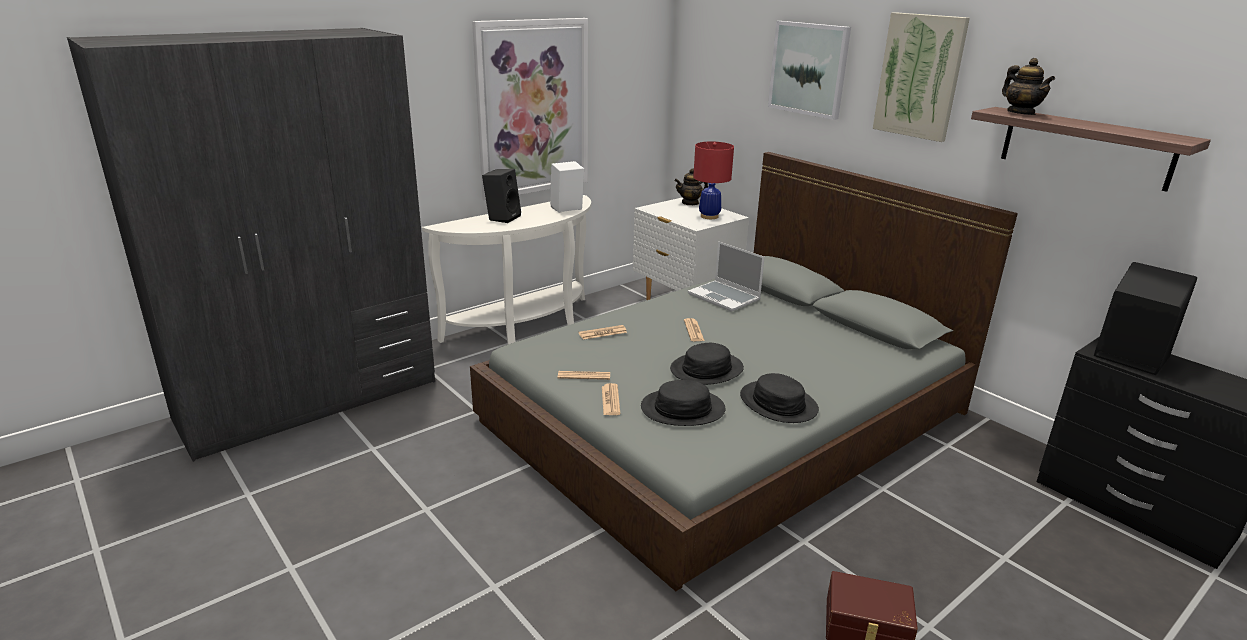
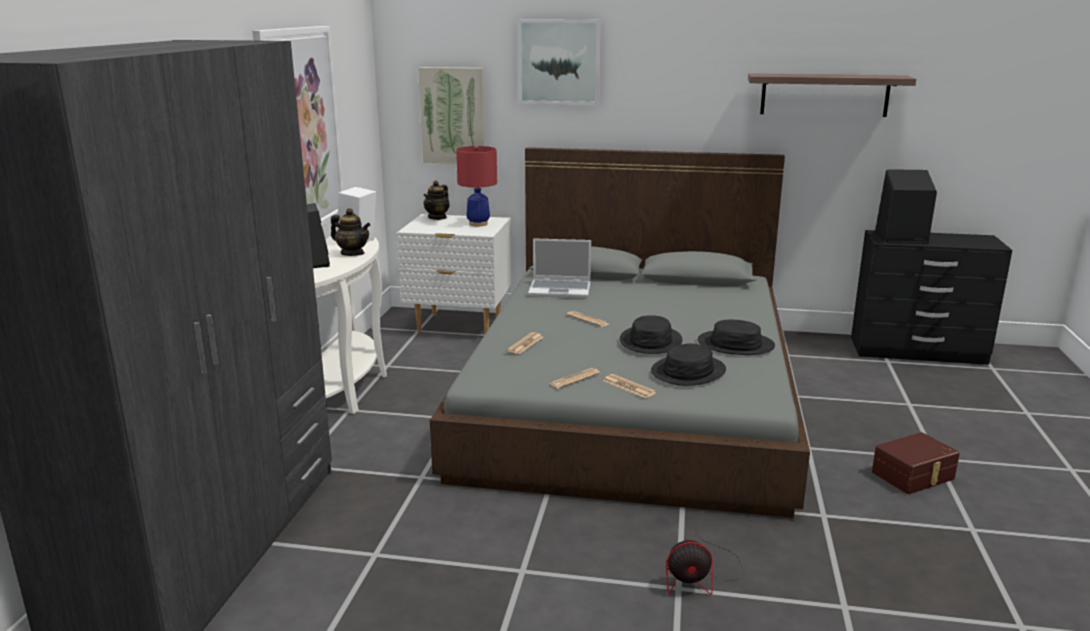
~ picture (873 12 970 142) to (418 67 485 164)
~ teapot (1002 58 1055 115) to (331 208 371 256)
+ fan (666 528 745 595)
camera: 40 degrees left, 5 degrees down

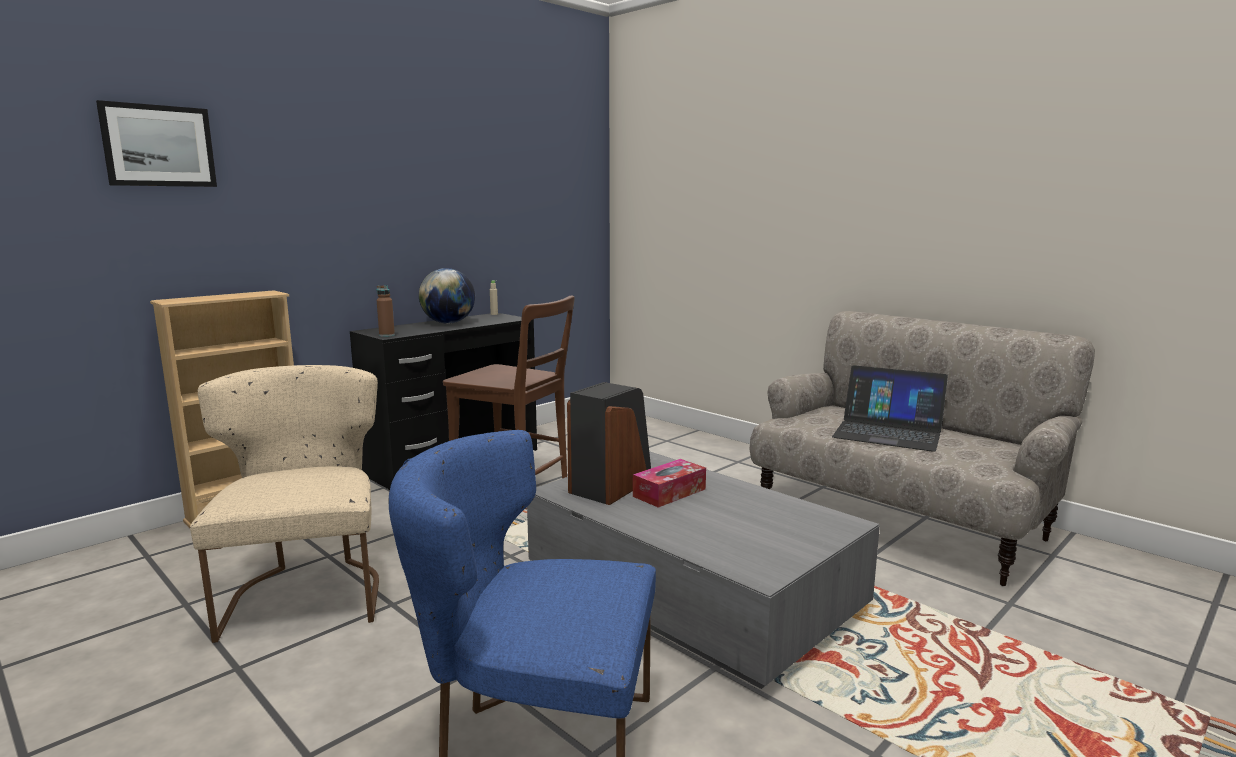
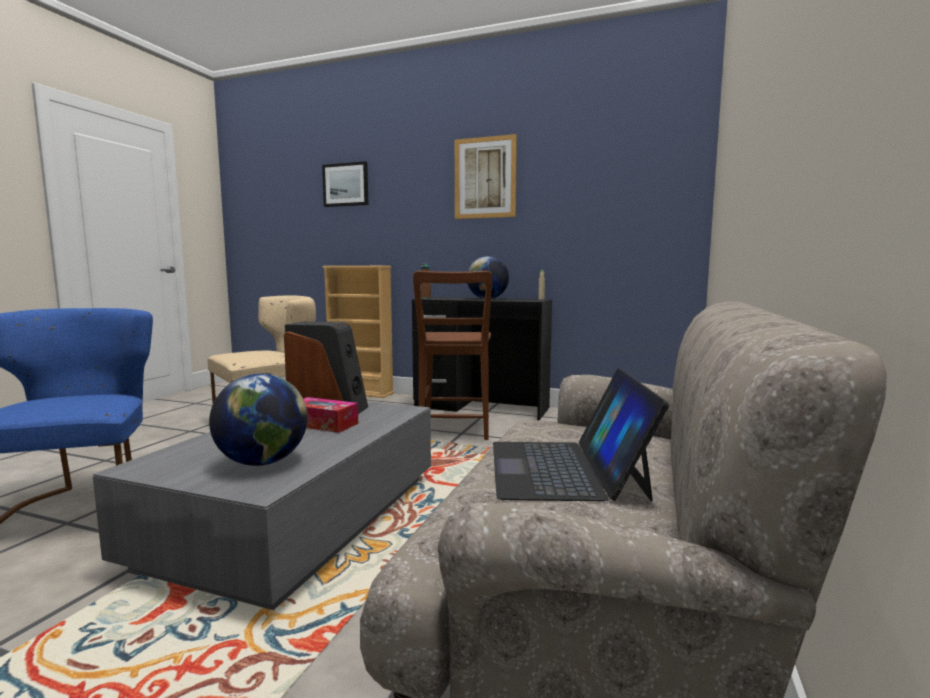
+ globe (209 374 308 466)
+ picture (455 134 517 219)
camera: 65 degrees right, 5 degrees down

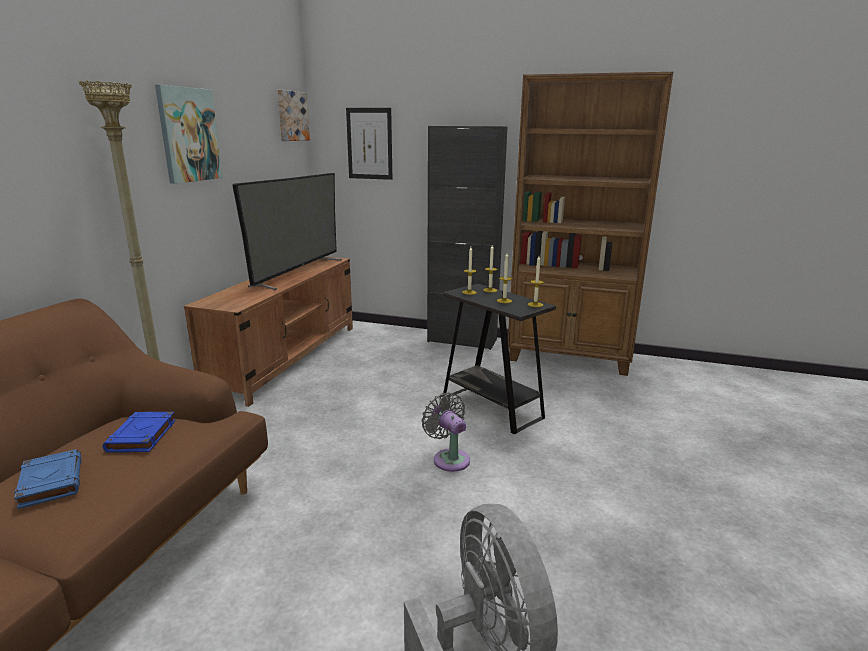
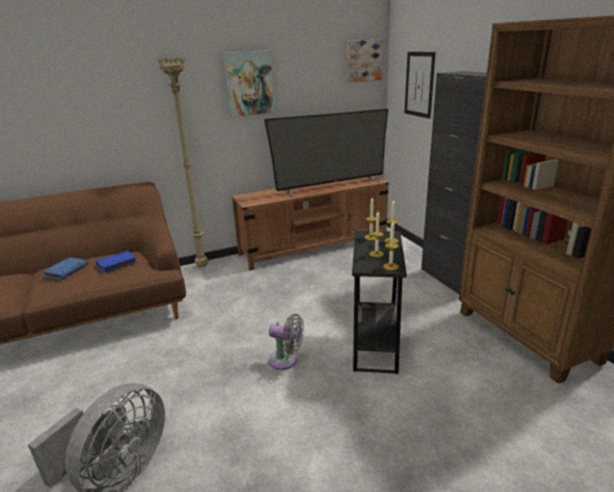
~ fan/grey (422 393 470 472) = (268 314 304 370) 90 degrees clockwise
camera: 50 degrees right, 5 degrees up

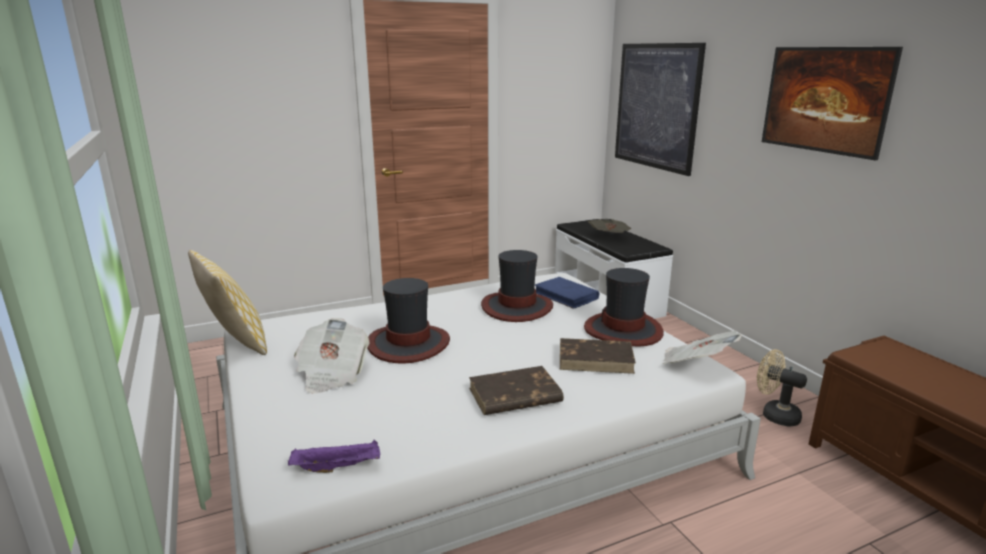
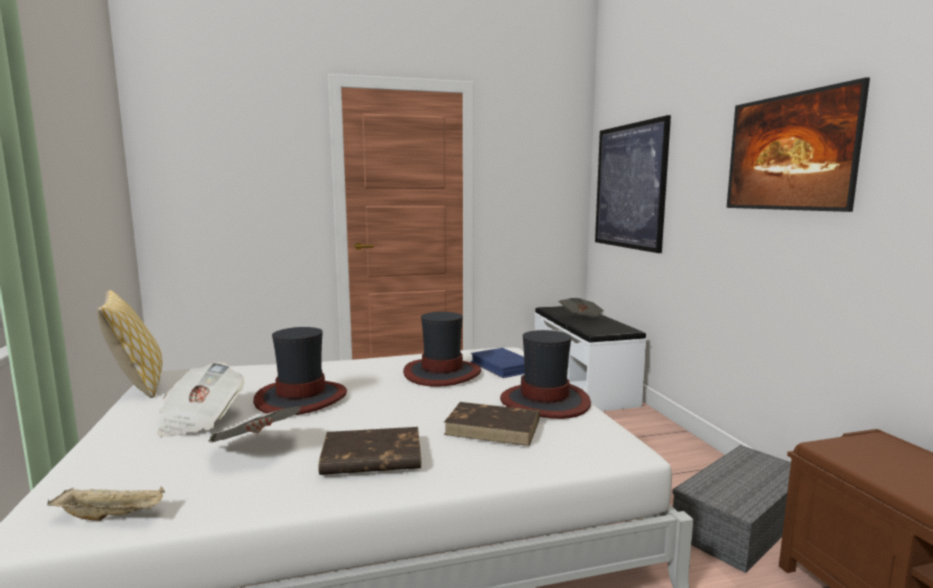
~ tray/purple (288 440 380 473) to tray/beige (47 487 165 521)
~ newspaper (662 331 742 364) to (209 406 300 443)
~ fan/beige (757 349 807 426) to storage box/grey (672 445 791 573)
camera: 10 degrees right, 10 degrees down

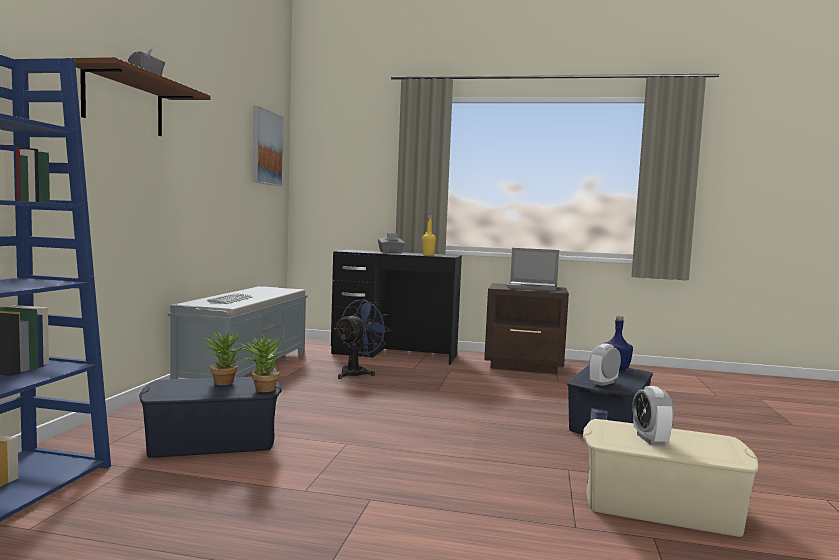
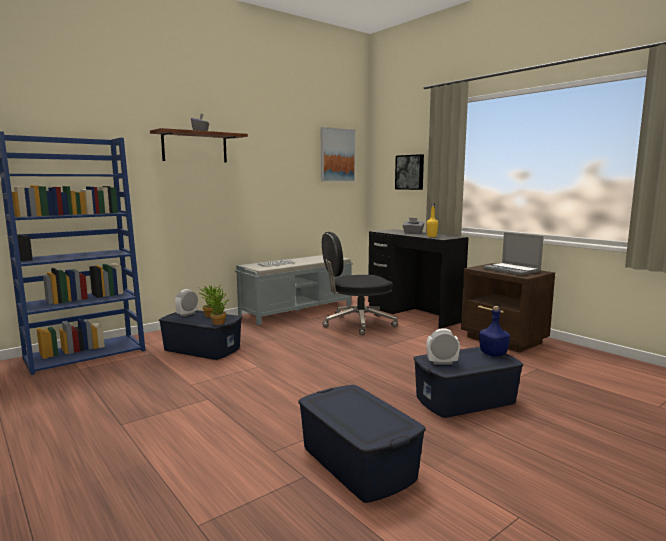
~ fan/blue (334 299 391 379) to office chair/black (322 232 398 335)
~ storage box/beige (583 419 759 537) to storage box/blue (298 385 426 503)
~ alarm clock (632 386 674 445) to (175 289 198 317)
+ picture (395 154 424 190)
camera: 40 degrees right, 5 degrees up

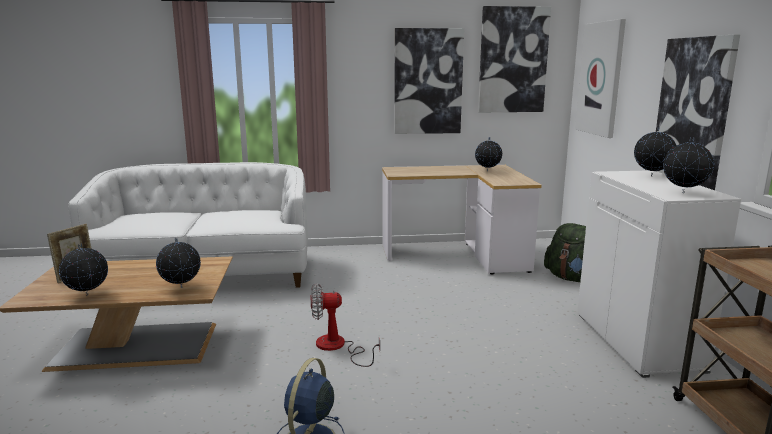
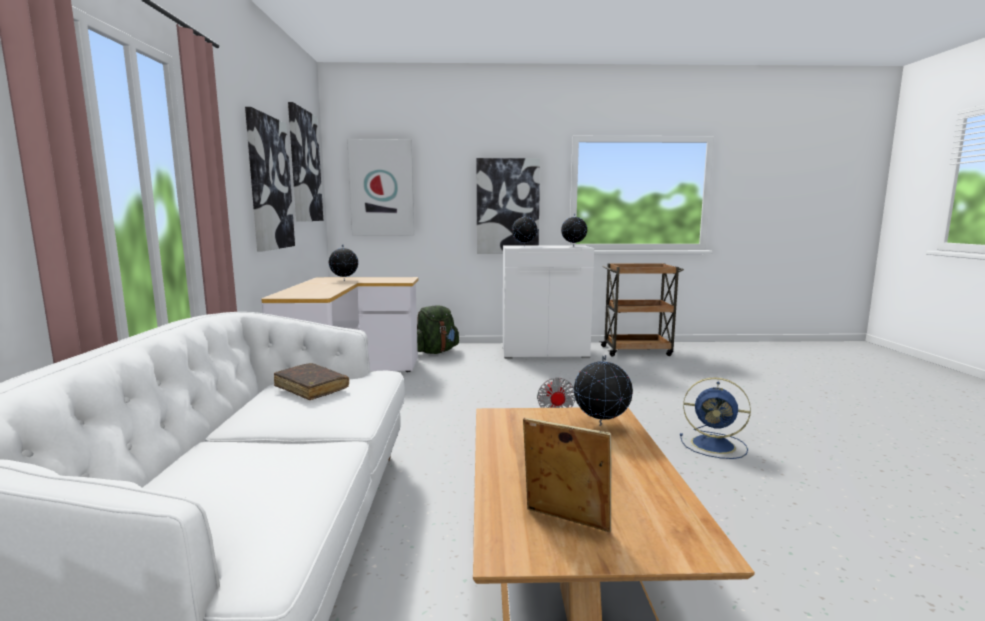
- globe (59 243 108 296)
+ book/brown (274 363 349 400)
camera: 85 degrees left, 5 degrees down

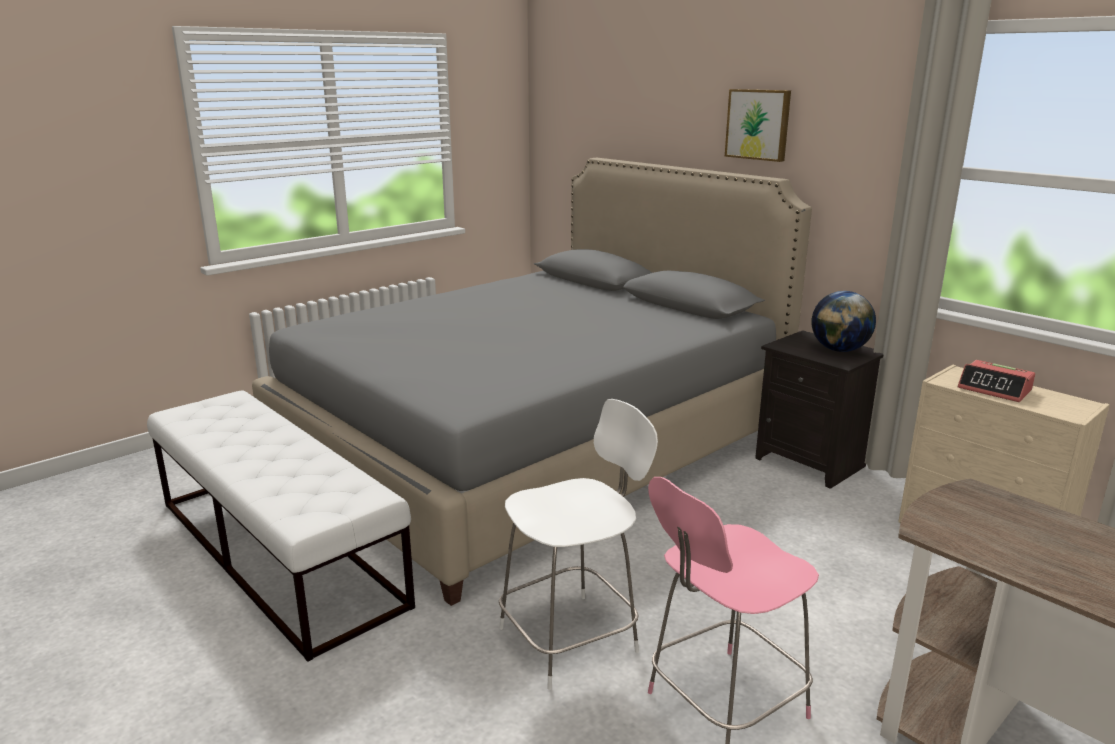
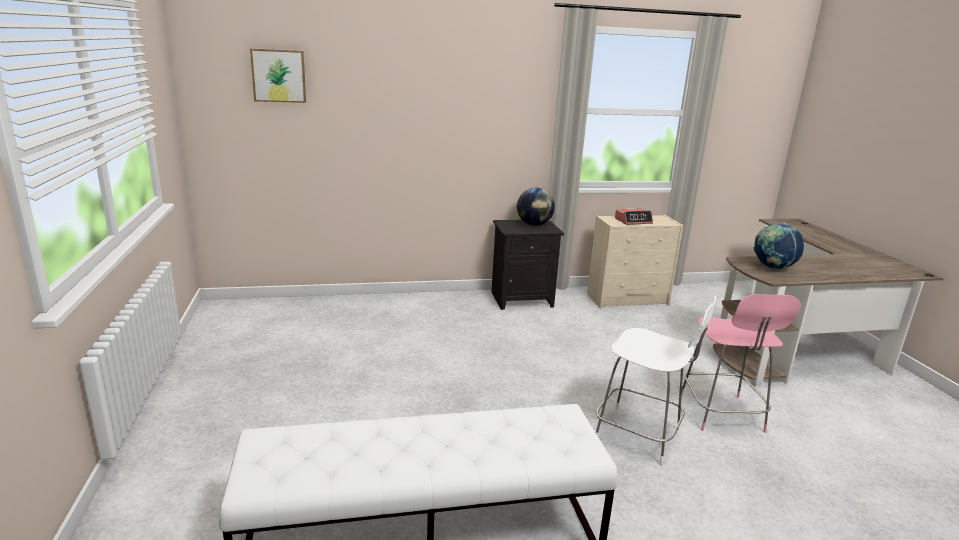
- bed/grey (252 158 812 606)
~ chair/white (499 399 658 690) = (595 296 717 465) 120 degrees clockwise
~ picture (725 89 791 162) to (250 48 306 103)
+ globe (754 223 804 270)
camera: 60 degrees left, 0 degrees up

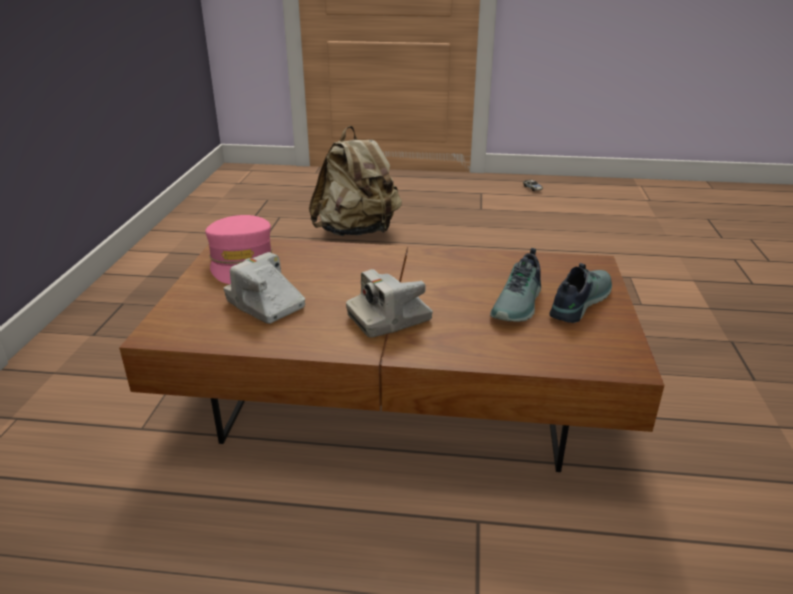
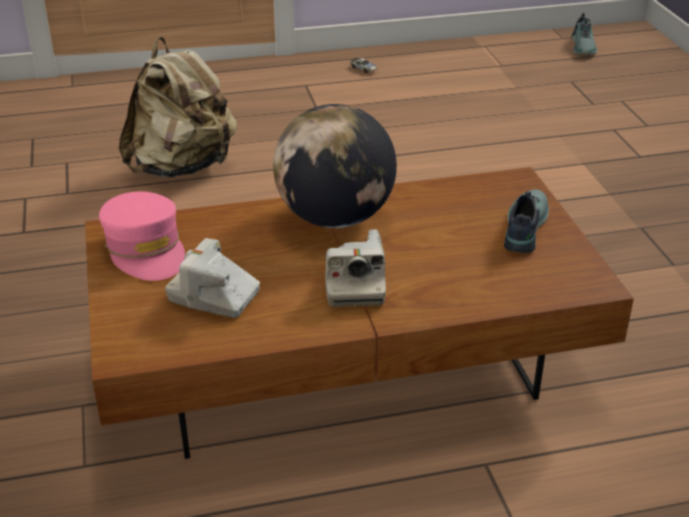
~ photo camera (346 269 433 338) = (325 229 386 307) 45 degrees counterclockwise
~ shoe (490 248 541 322) to (572 13 597 55)
+ globe (273 104 397 228)
camera: 20 degrees left, 5 degrees up

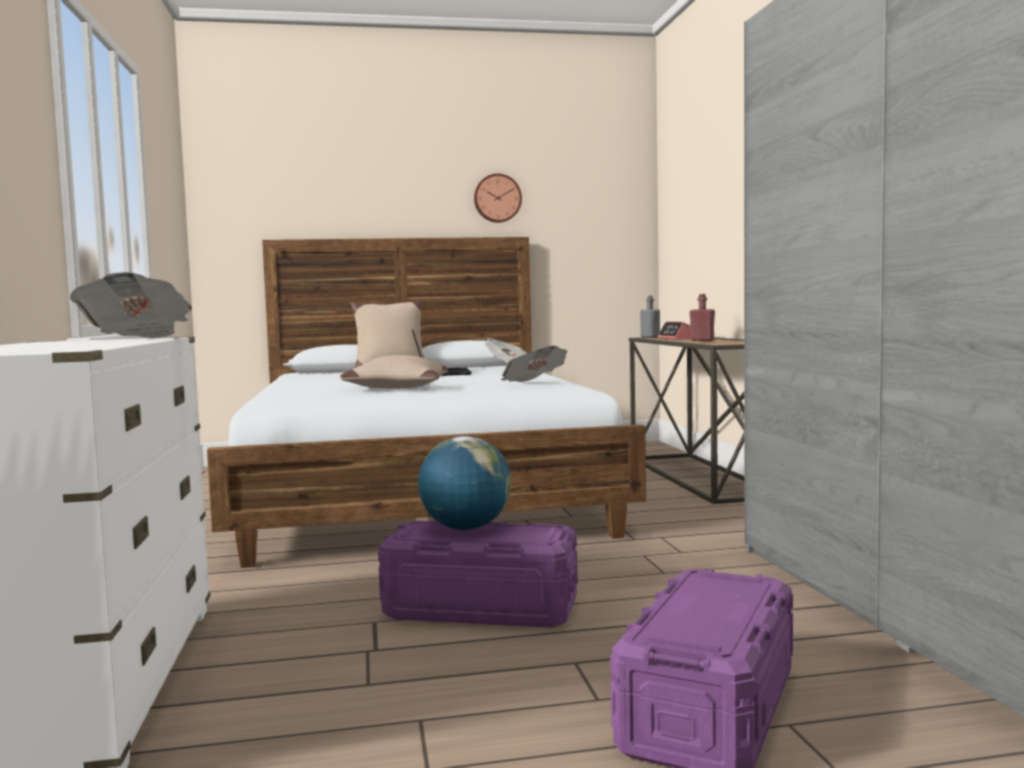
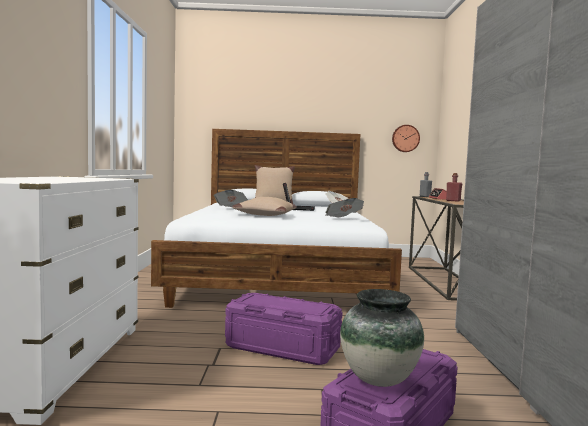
~ newspaper (70 272 192 338) to (214 190 248 207)
- globe (418 436 511 530)
~ wall clock (474 173 522 223) to (392 125 420 152)
+ vase (340 289 424 387)
camera: 10 degrees right, 0 degrees up

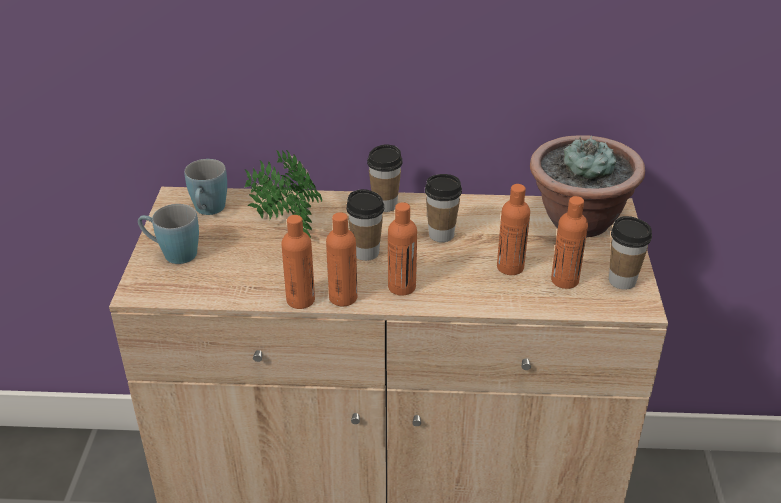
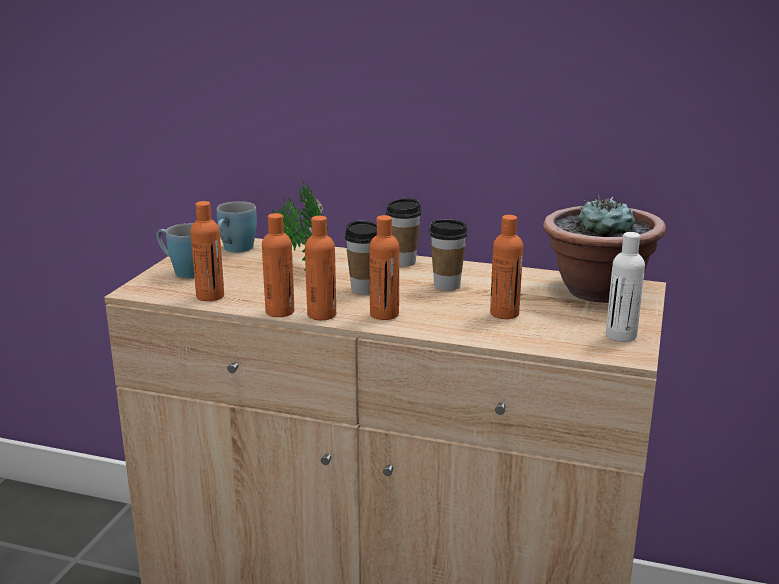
~ bottle/orange (551 196 588 289) to (191 201 224 301)
~ cup (609 216 652 290) to bottle/white (606 232 645 342)
camera: 15 degrees right, 15 degrees down

